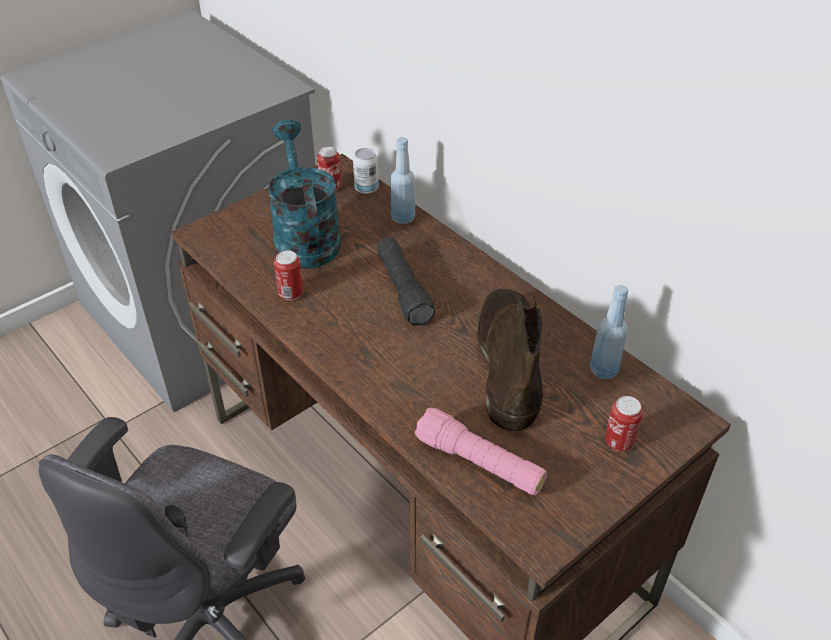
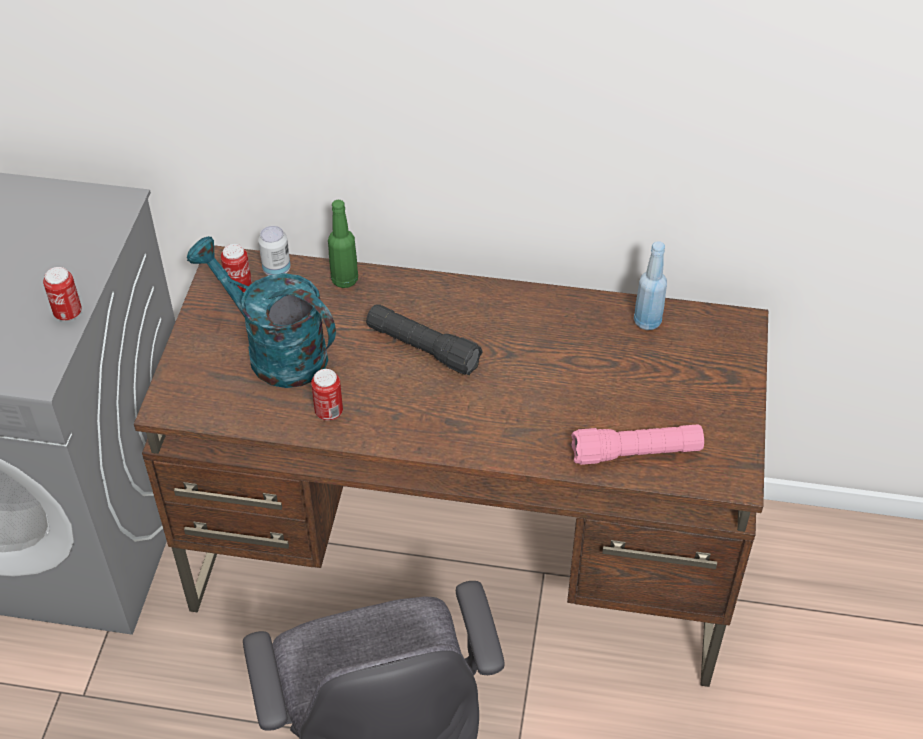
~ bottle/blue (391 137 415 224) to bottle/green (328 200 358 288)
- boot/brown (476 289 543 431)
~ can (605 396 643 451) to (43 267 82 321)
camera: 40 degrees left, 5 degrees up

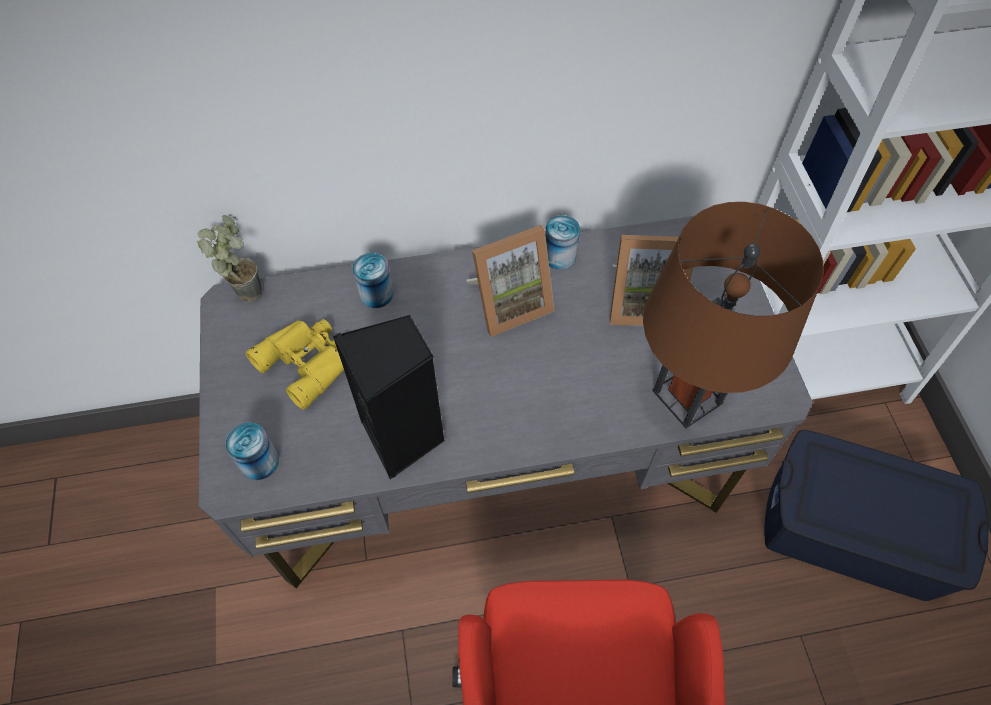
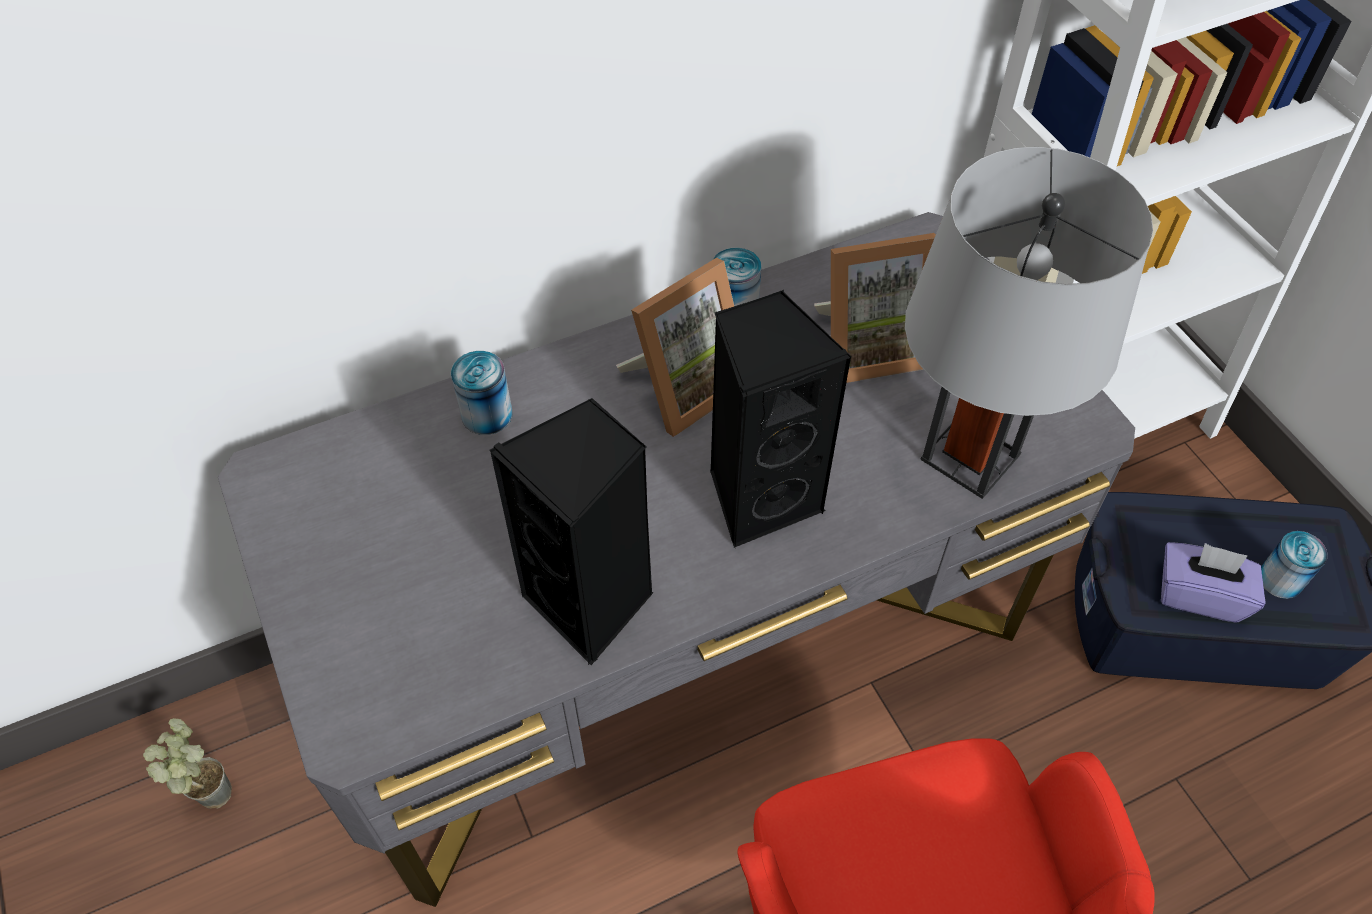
~ potted plant (197 215 262 302) to (143 718 232 809)
~ can (226 423 279 480) to (1261 531 1328 599)
- binoculars/yellow (246 319 344 410)
~ table lamp/brown (643 202 824 428) to table lamp/grey (905 147 1153 499)
+ speaker/black (710 290 852 548)
+ tissue box/purple (1161 542 1266 622)
camera: 15 degrees left, 5 degrees down

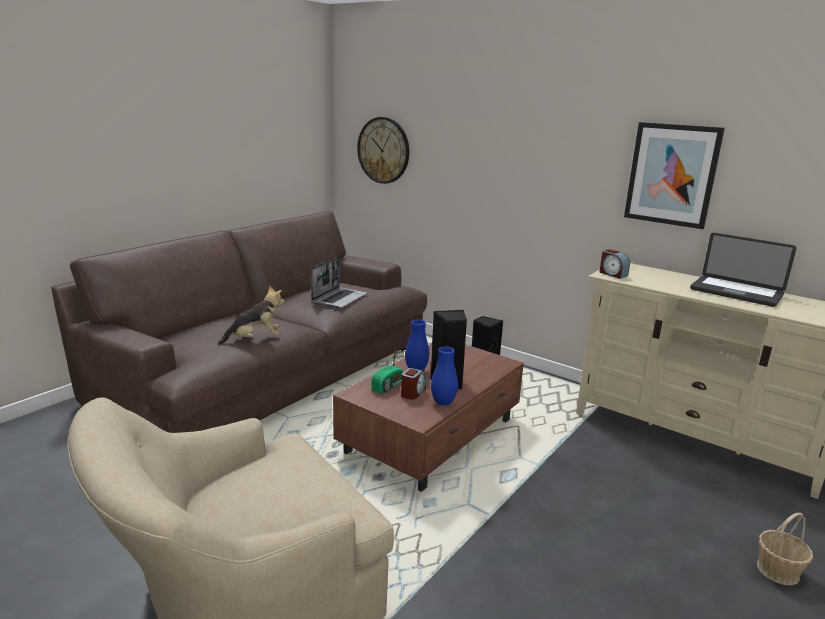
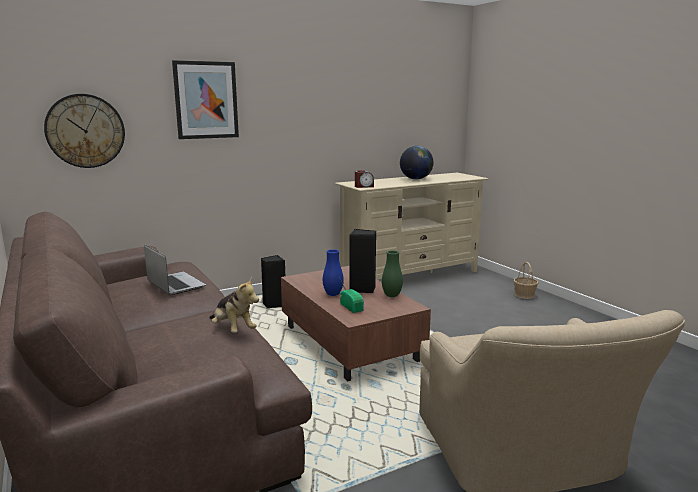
~ plush toy (218 286 285 345) = (209 276 259 333) 135 degrees clockwise
- alarm clock (401 368 427 400)
~ vase/blue (431 347 458 406) to vase/green (382 250 403 297)
~ picture (624 122 725 229) to (172 60 239 139)
~ laptop (690 233 796 307) to globe (400 146 433 179)
camera: 65 degrees left, 5 degrees down

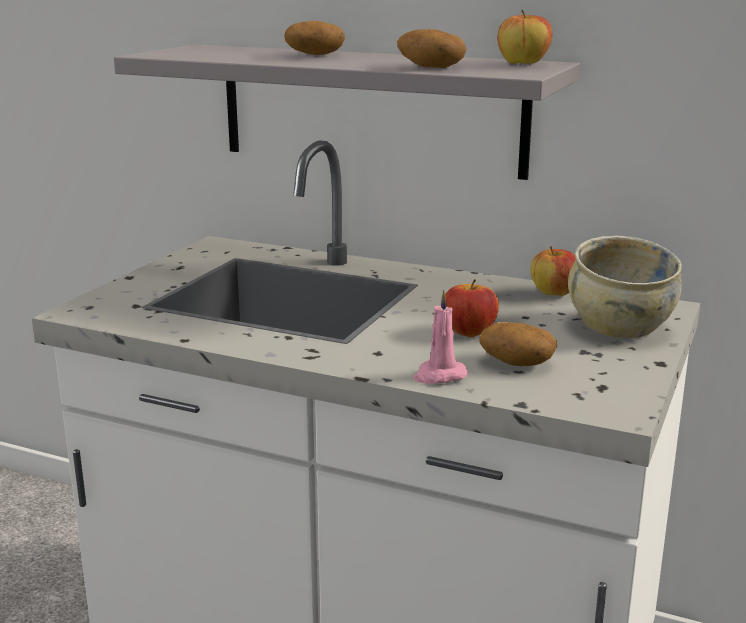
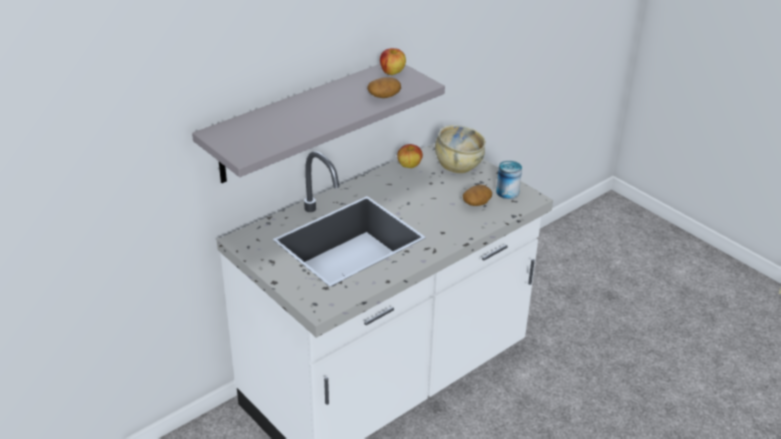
- potato (284 21 345 55)
- candle/pink (413 290 468 383)
- apple (445 279 499 337)
+ can (496 161 522 199)
camera: 65 degrees left, 15 degrees up

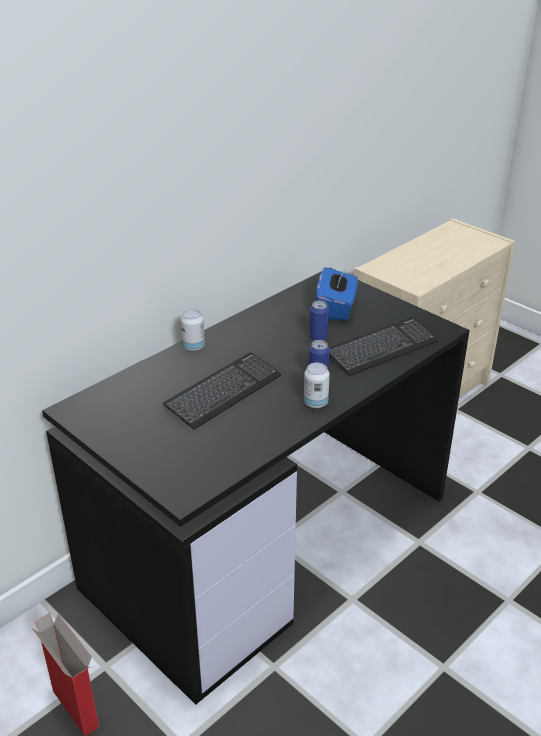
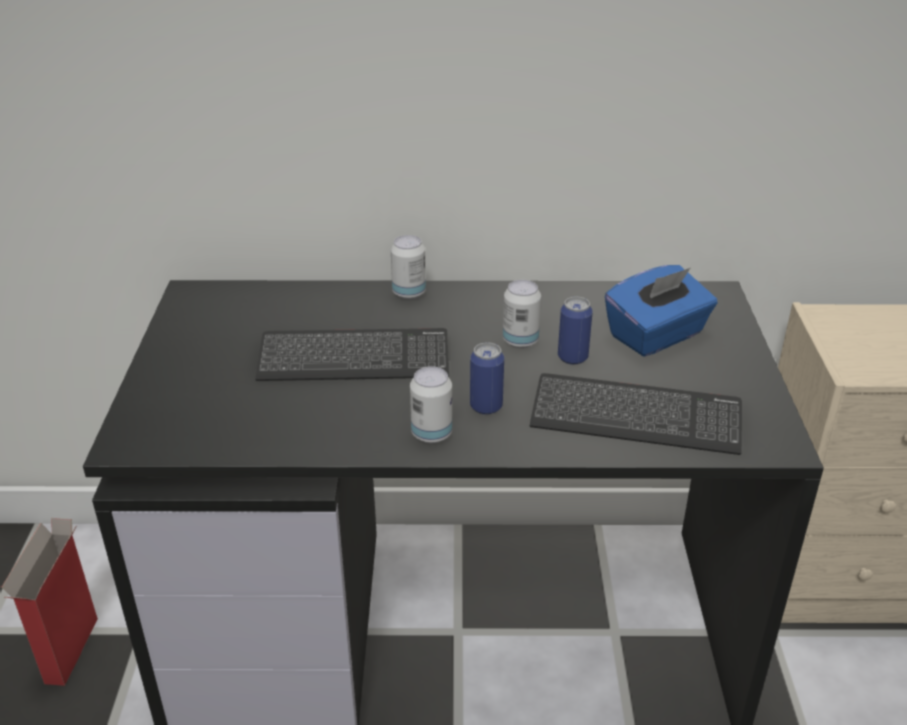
+ can (503 280 541 348)
camera: 45 degrees right, 0 degrees up

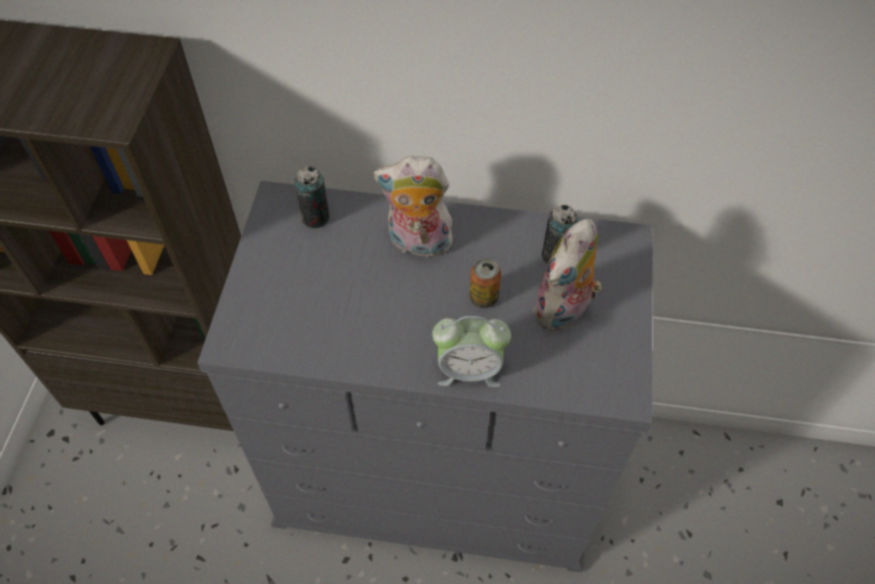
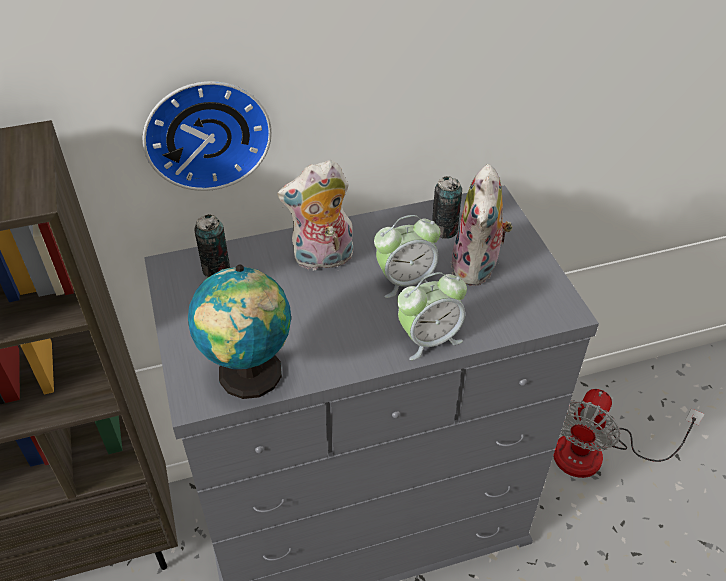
~ can (469 259 501 308) to alarm clock (374 215 441 298)
+ wall clock (143 81 272 191)
+ globe (188 265 291 399)
+ fan (553 389 704 478)
camera: 25 degrees left, 10 degrees down

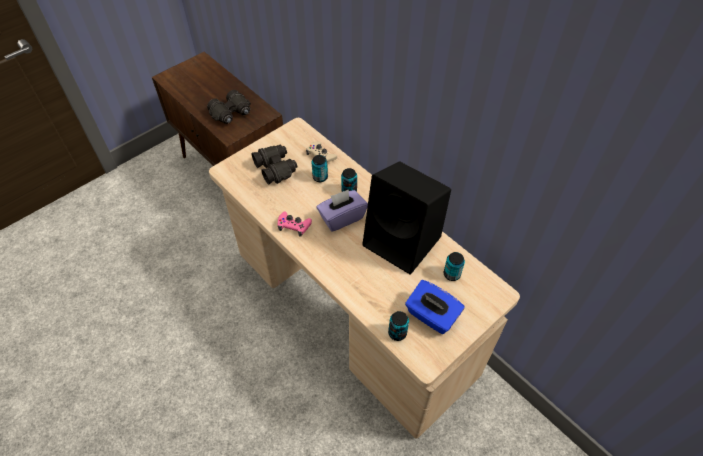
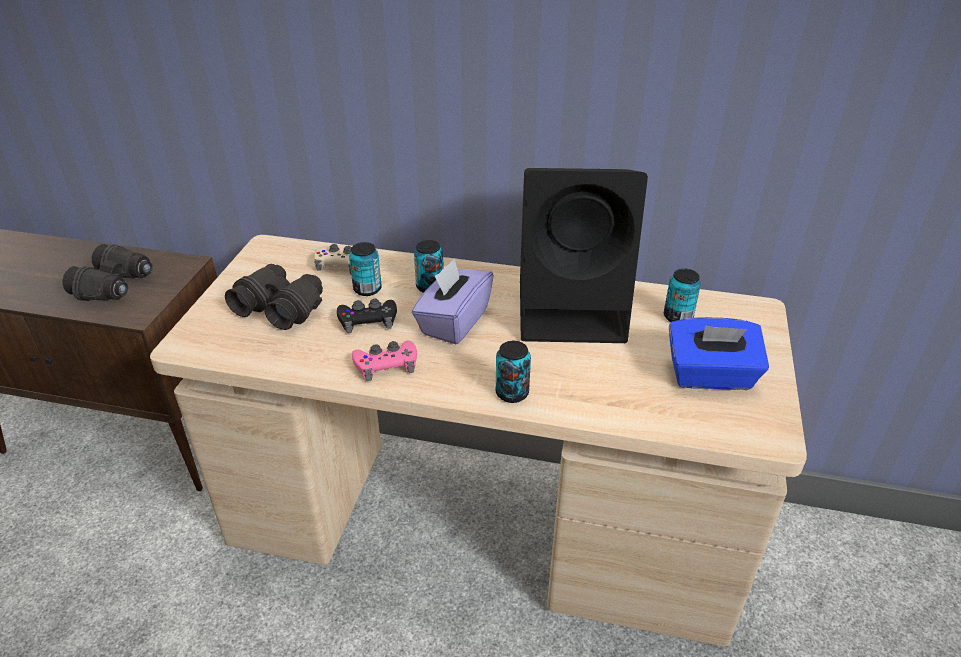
~ can (388 311 409 341) to (496 341 531 403)
+ game controller/black (337 299 397 333)
camera: 35 degrees left, 15 degrees down

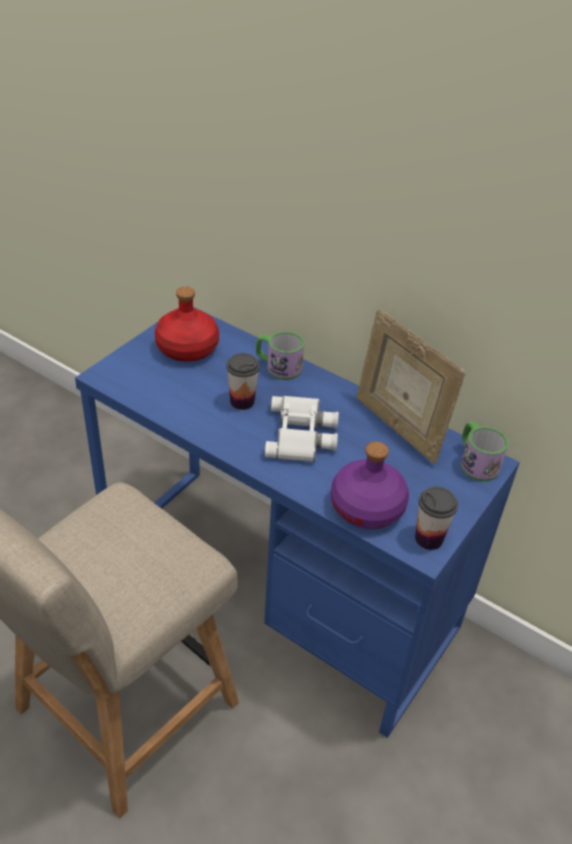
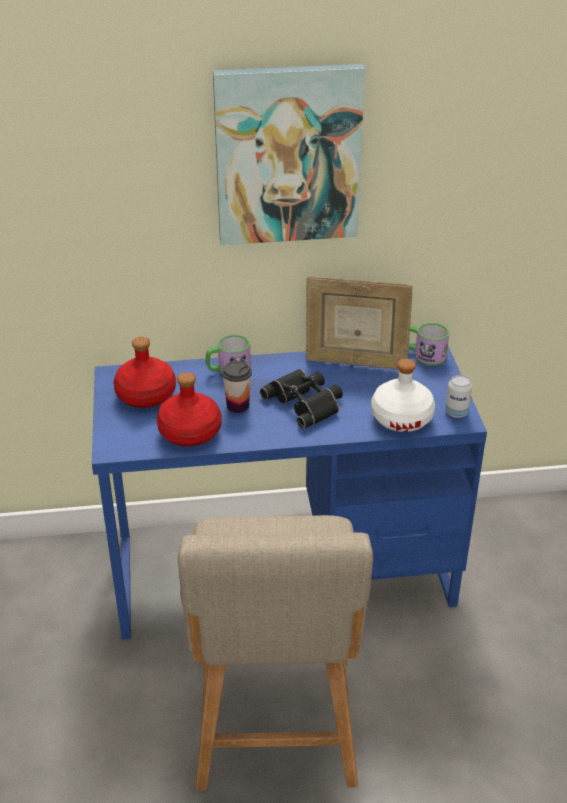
~ binoculars/white (264 396 339 462) to binoculars/black (260 369 343 429)
~ bottle/purple (331 442 409 529) to bottle/white (371 359 435 432)
~ cup (415 487 458 550) to can (445 375 472 418)
+ bottle/red (157 372 222 447)
+ picture (213 64 365 245)
camera: 40 degrees left, 5 degrees down

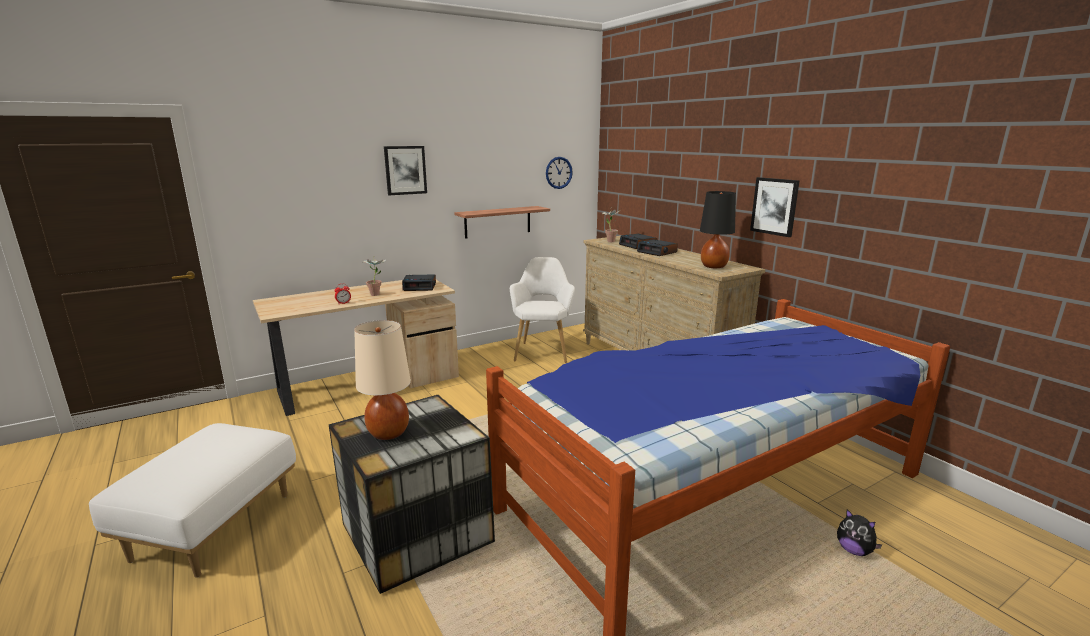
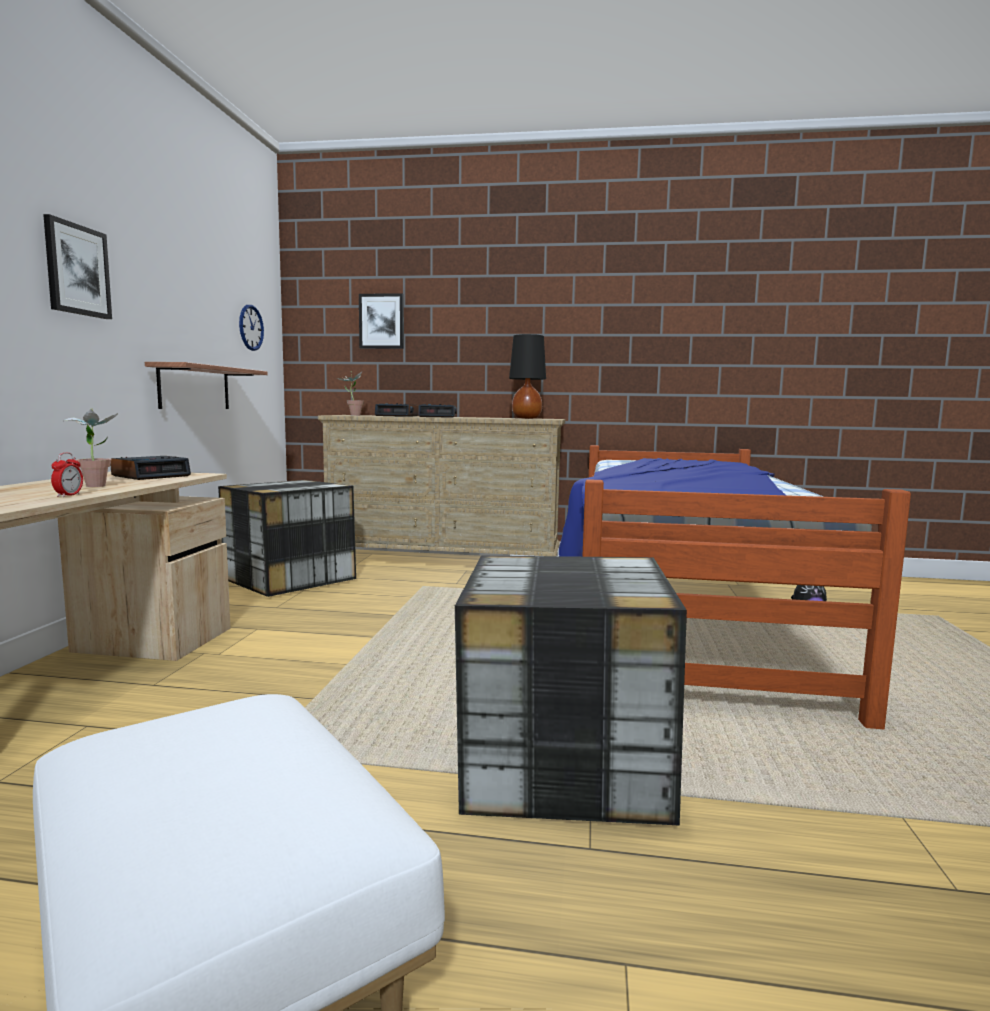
- table lamp/beige (354 320 411 440)
~ armchair/white (510 257 575 363) to storage box (218 480 356 597)
~ picture (750 177 800 237) to (359 293 404 349)
camera: 50 degrees left, 10 degrees down

